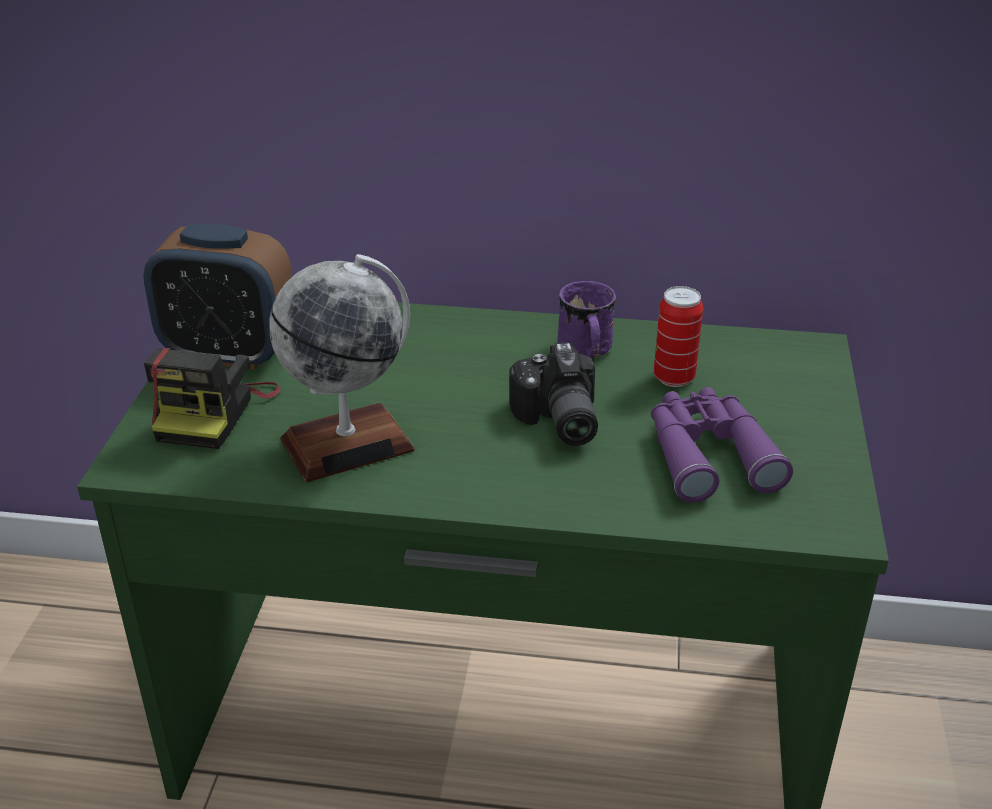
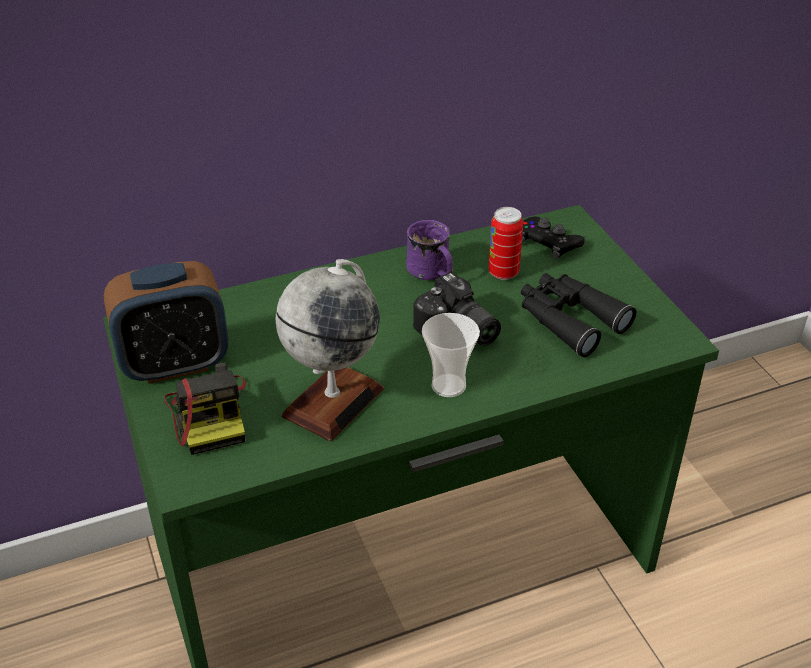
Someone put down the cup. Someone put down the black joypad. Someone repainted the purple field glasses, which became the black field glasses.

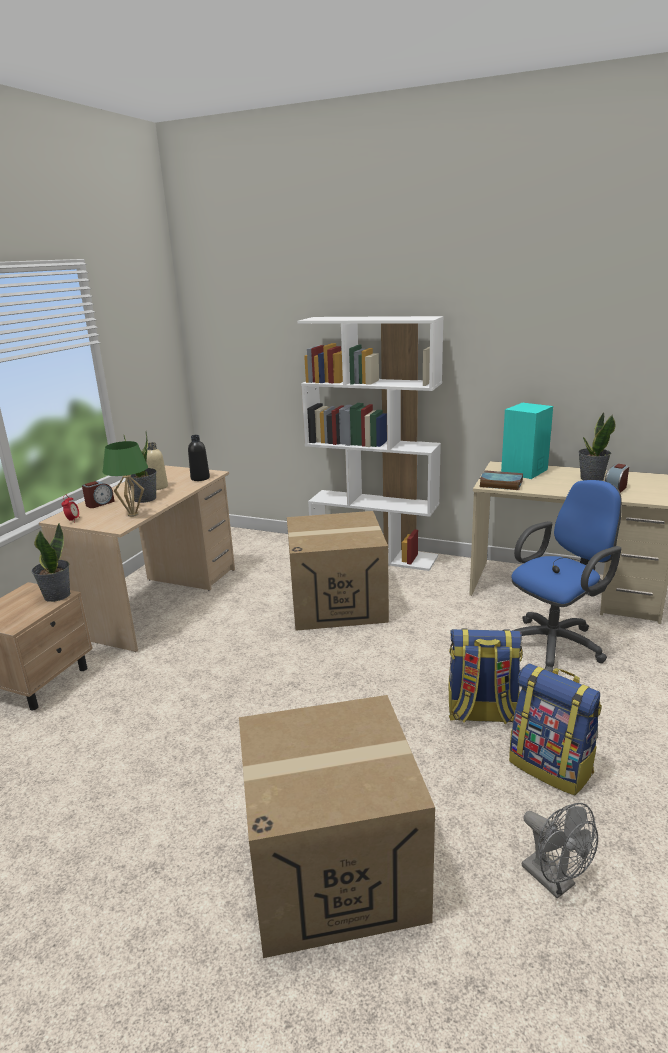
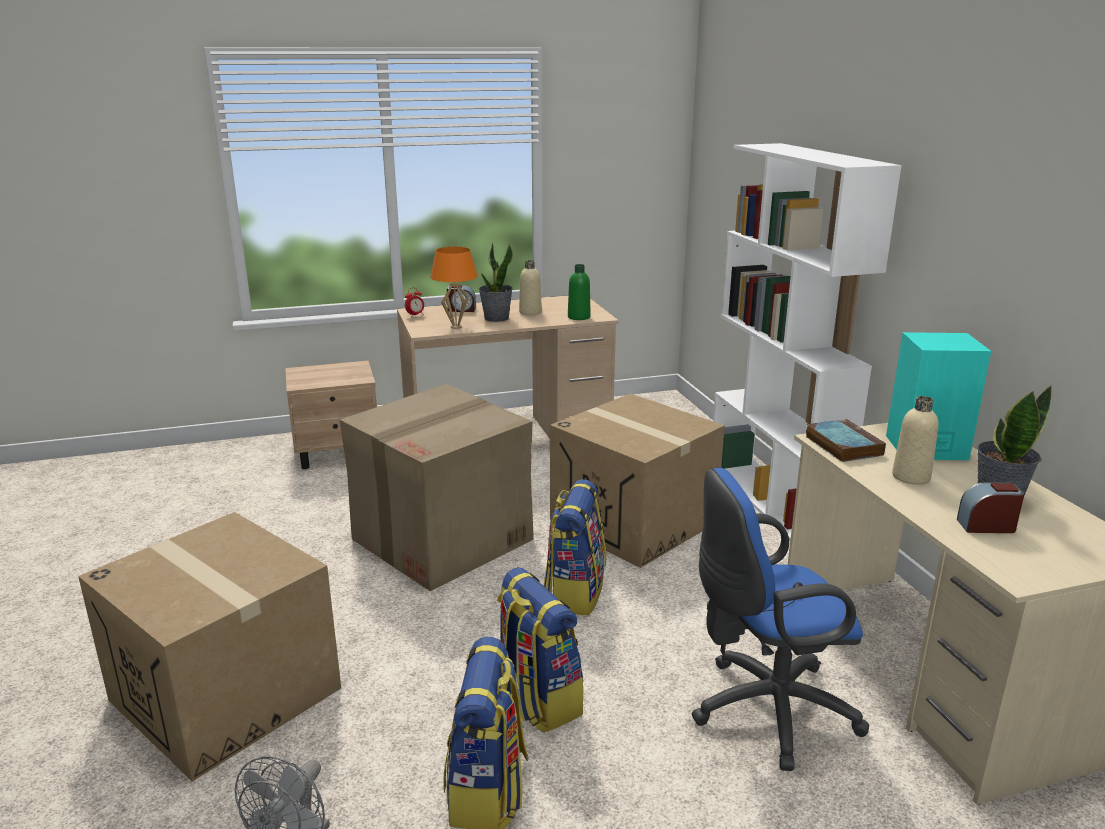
Someone took away the houseplant (1st from left). Someone put down the packing box (2nd from left). Someone put down the backpack (3rd from left). Someone put down the beige-coloured bottle (2nd from left). Someone repainted the green table lamp, which became the orange table lamp. Someone repainted the black bottle, which became the green bottle. Someone rotated the bluish computer chair by 150 degrees clockwise.

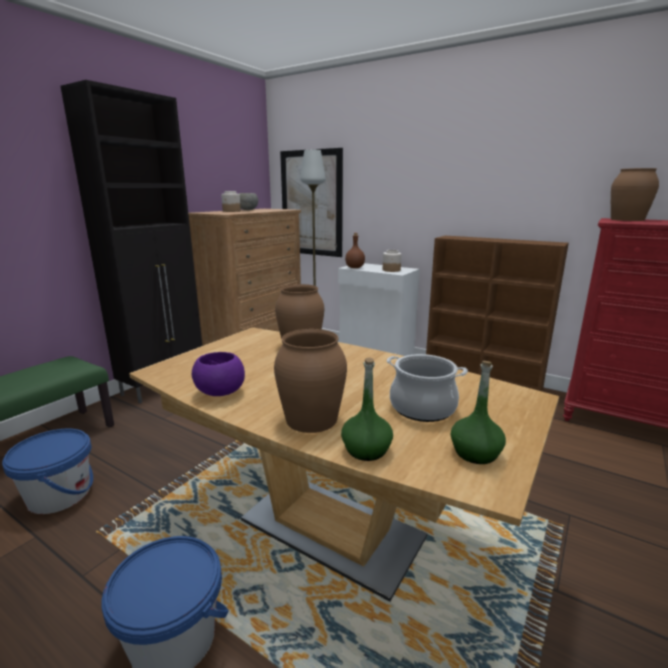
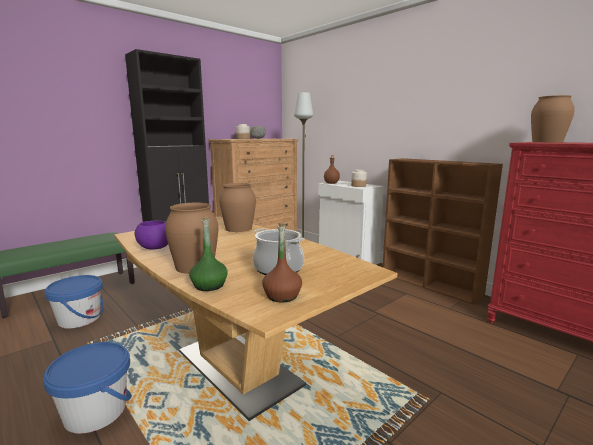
Someone took away the wall art. Someone repainted the green bottle (2nd from left), which became the brown bottle (1st from left).

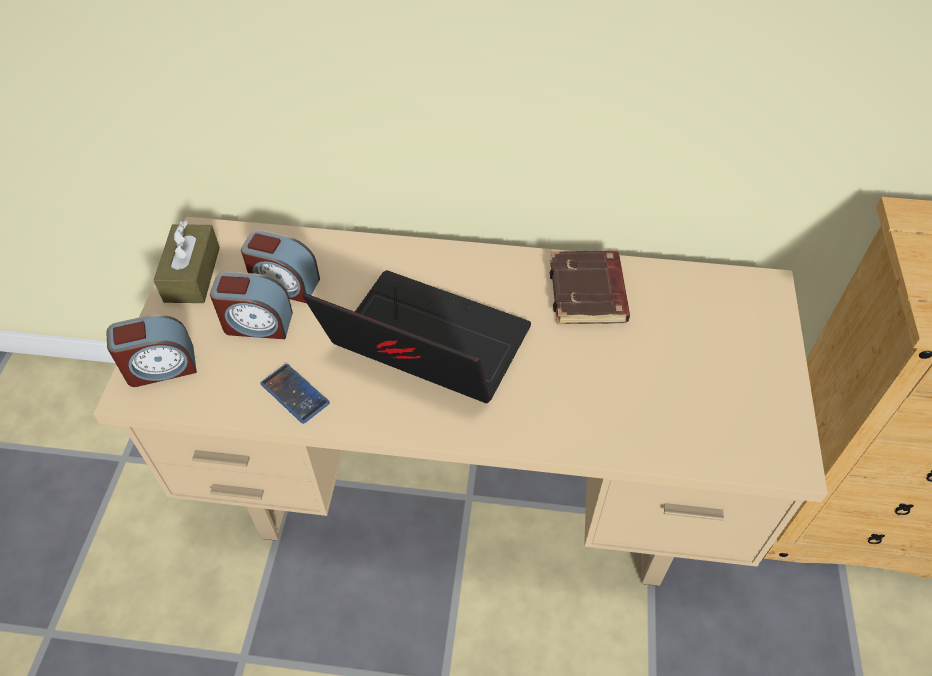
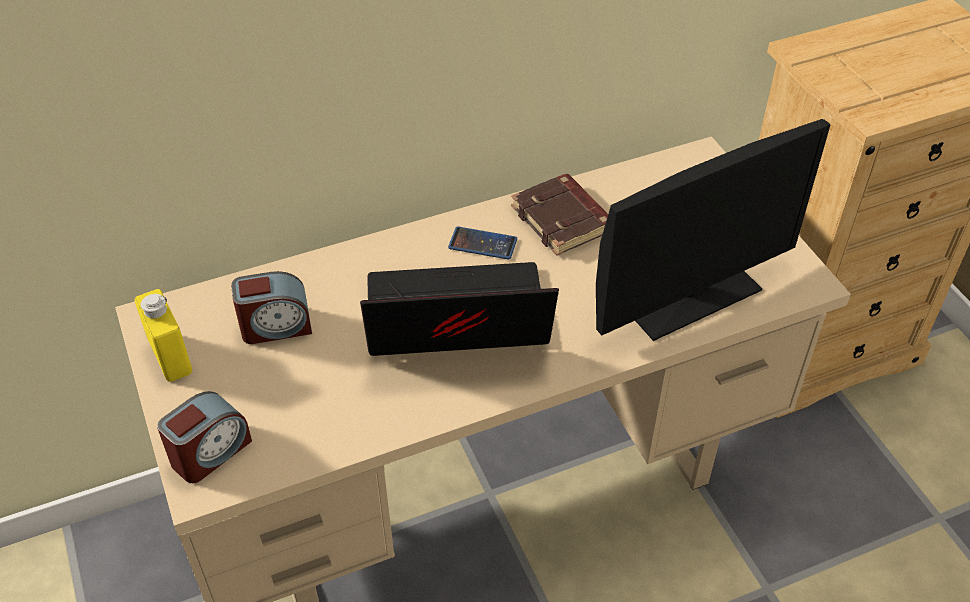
Someone took away the table clock (2nd from left). Someone put down the computer screen. Someone carried the phone. Someone swapped the brown tissue holder for the yellow-coloured bottle.

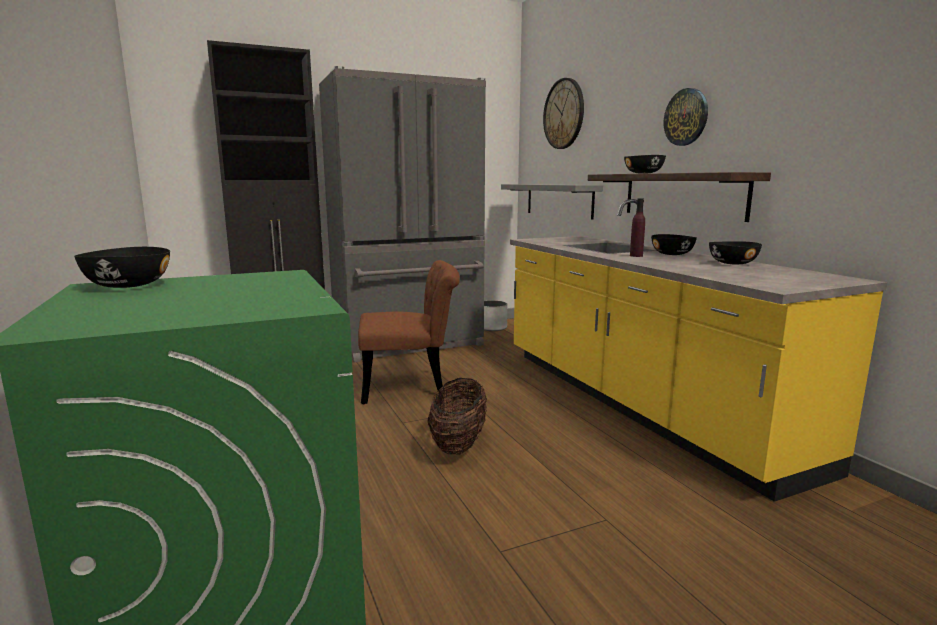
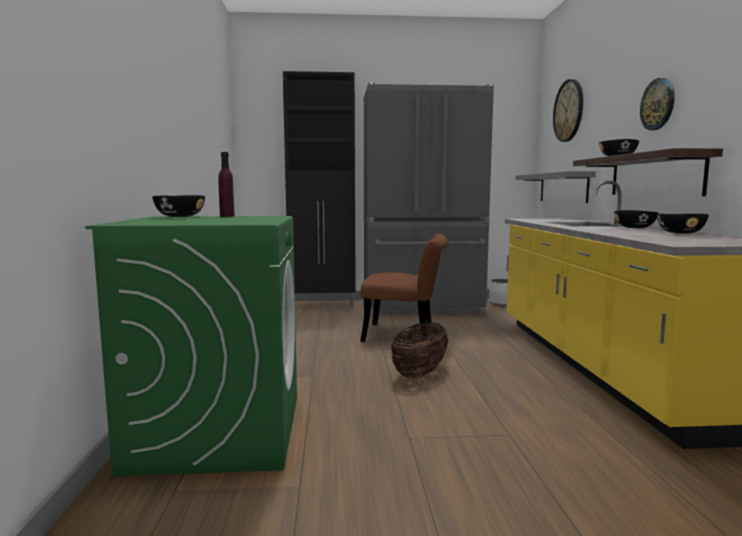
Someone carried the purple bottle.

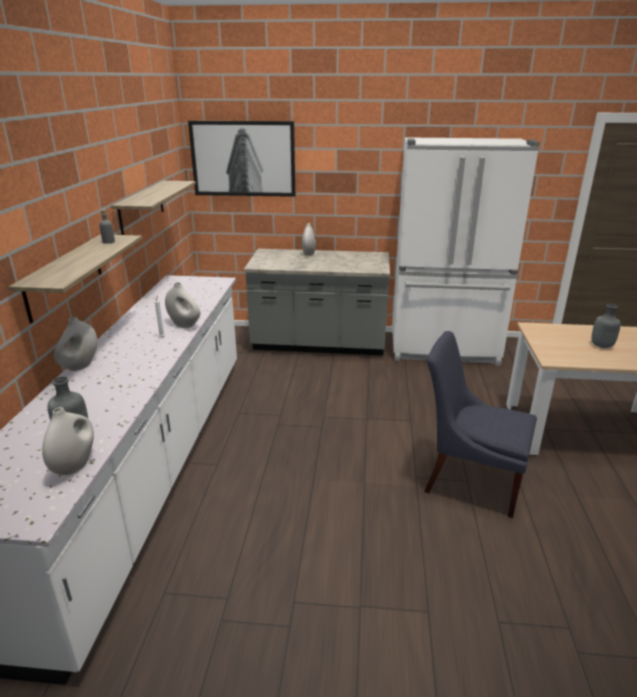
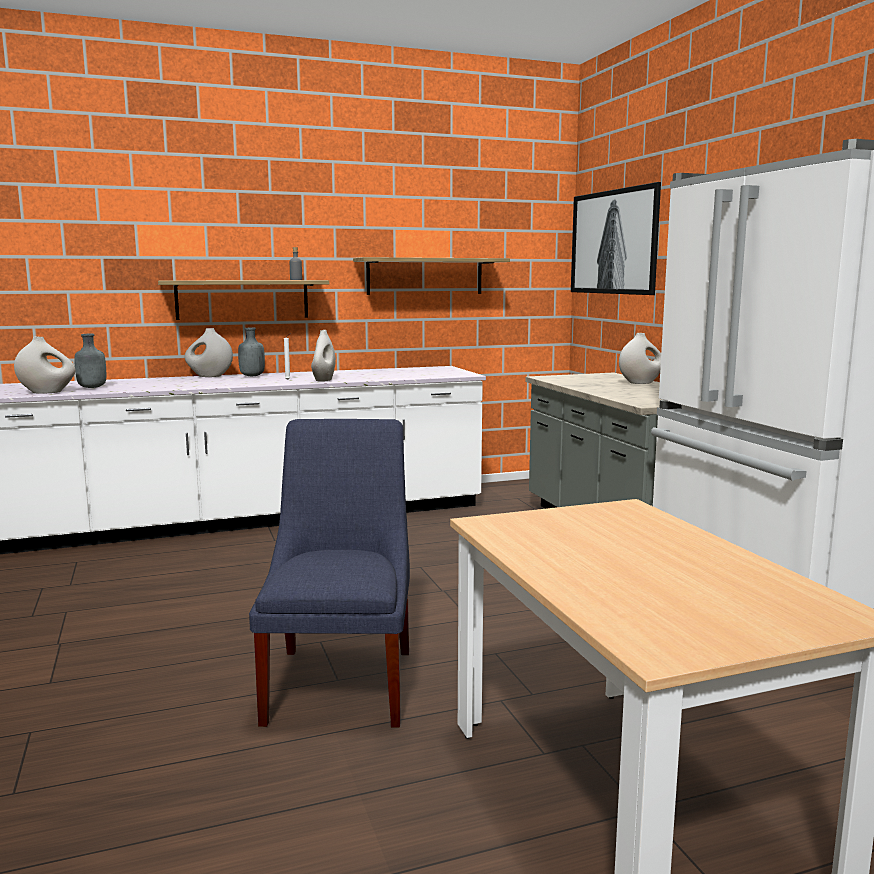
Someone carried the grey bottle (3rd from left in the first image).

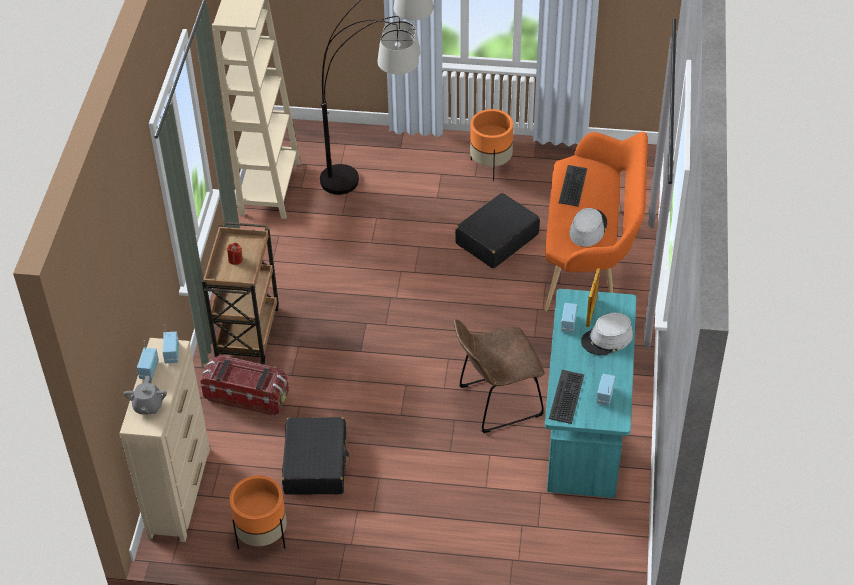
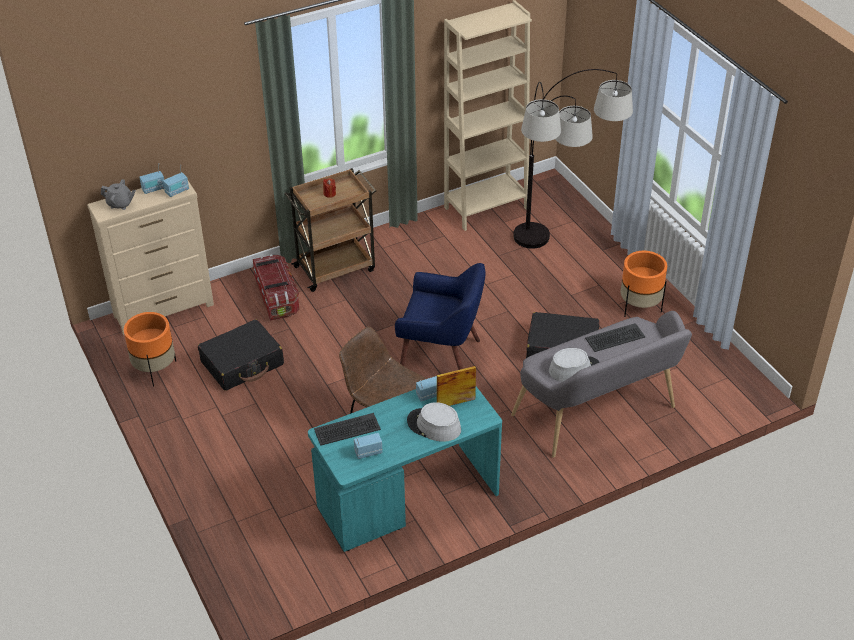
Someone put down the bluish lounge chair. Someone repainted the orange bench, which became the grey bench. Someone rotated the grey pot for tea by 135 degrees counterclockwise.

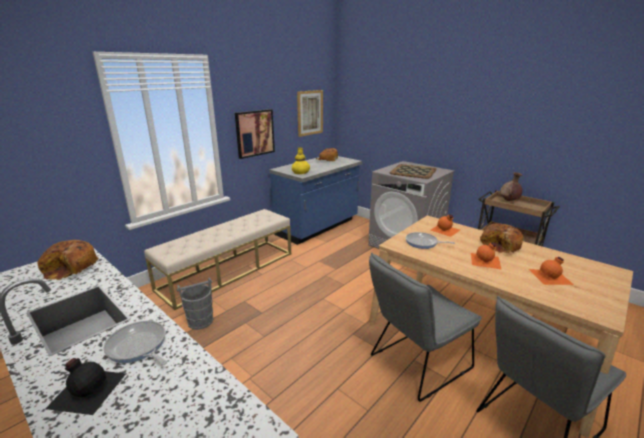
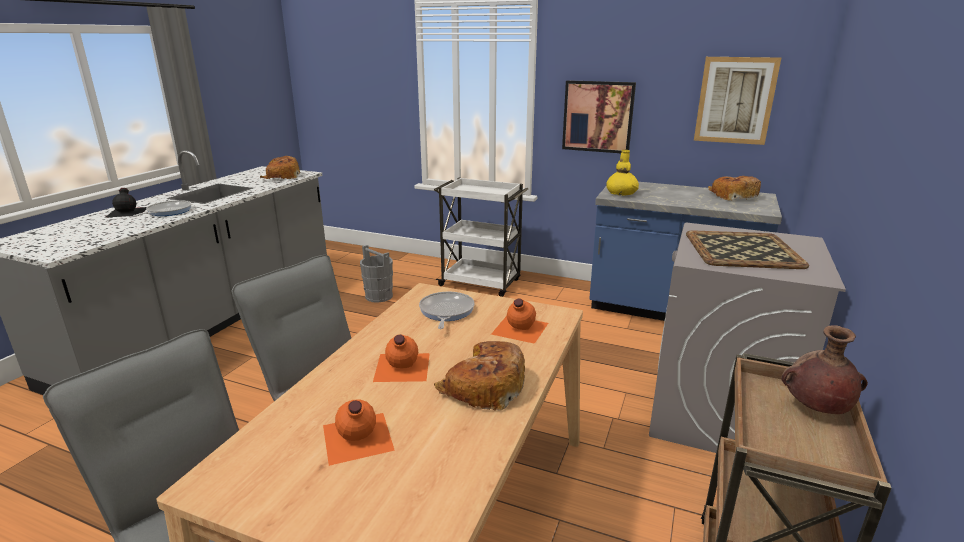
Someone swapped the beige-coloured bench for the white cart.

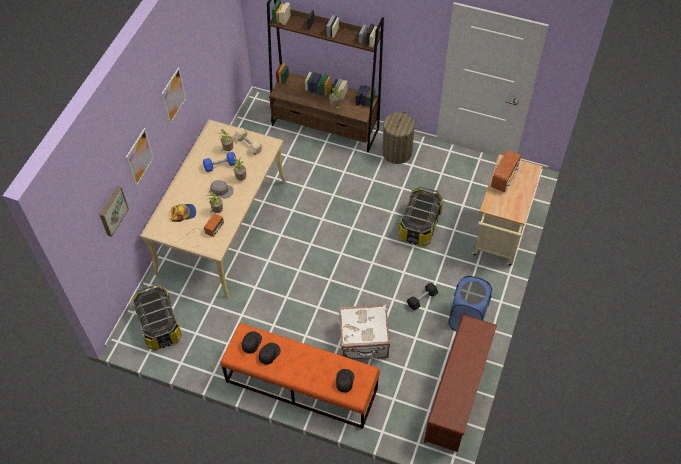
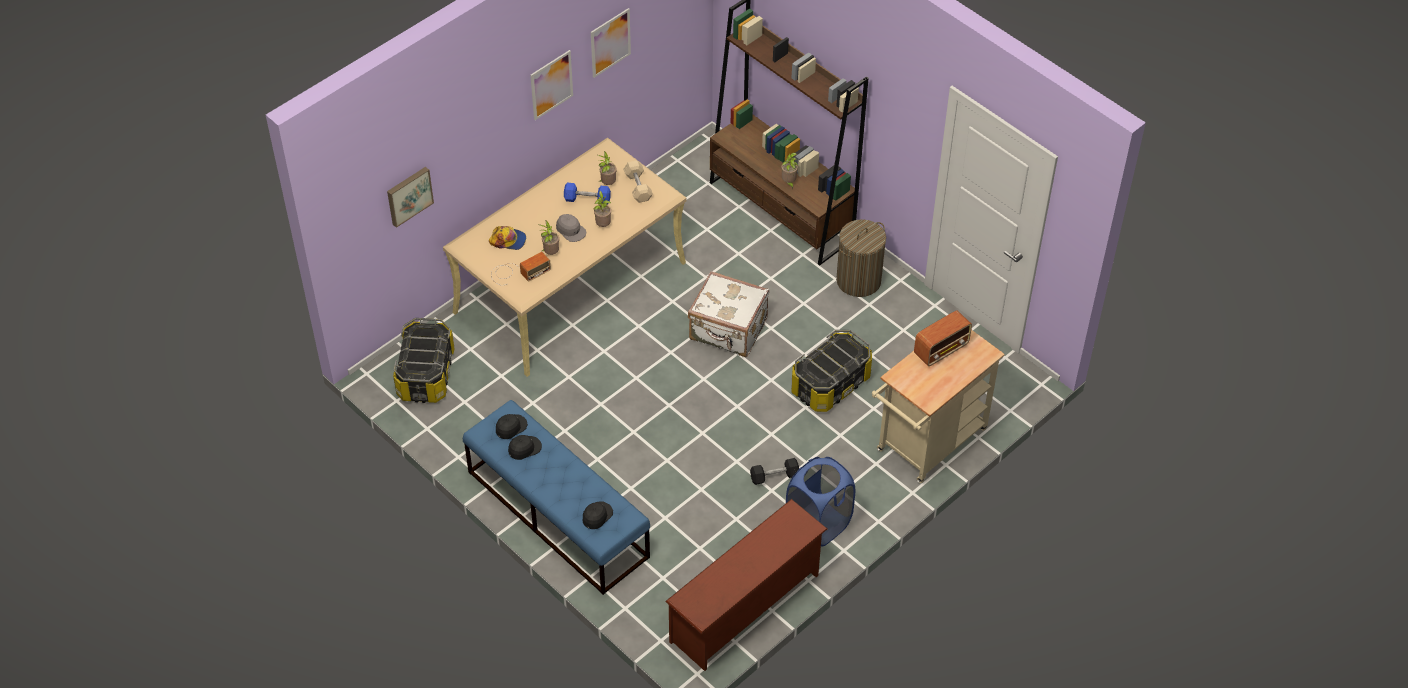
Someone carried the wall art (2nd from left in the first image). Someone carried the white suitcase. Someone repainted the orange bench, which became the bluish bench.

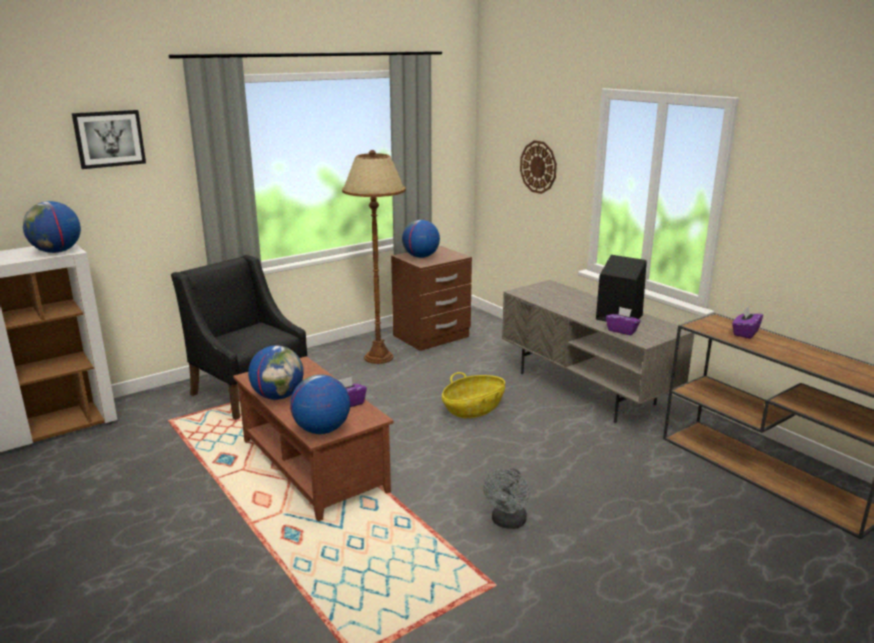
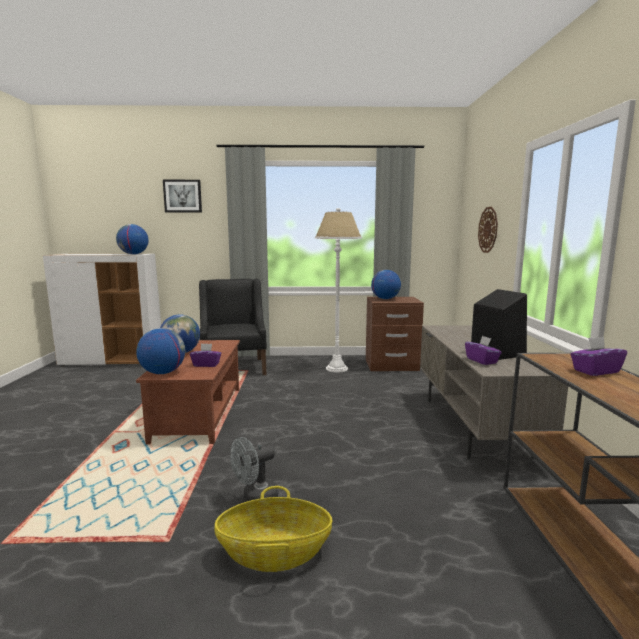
Someone carried the basket. Someone repainted the brown floor lamp, which became the white floor lamp.

